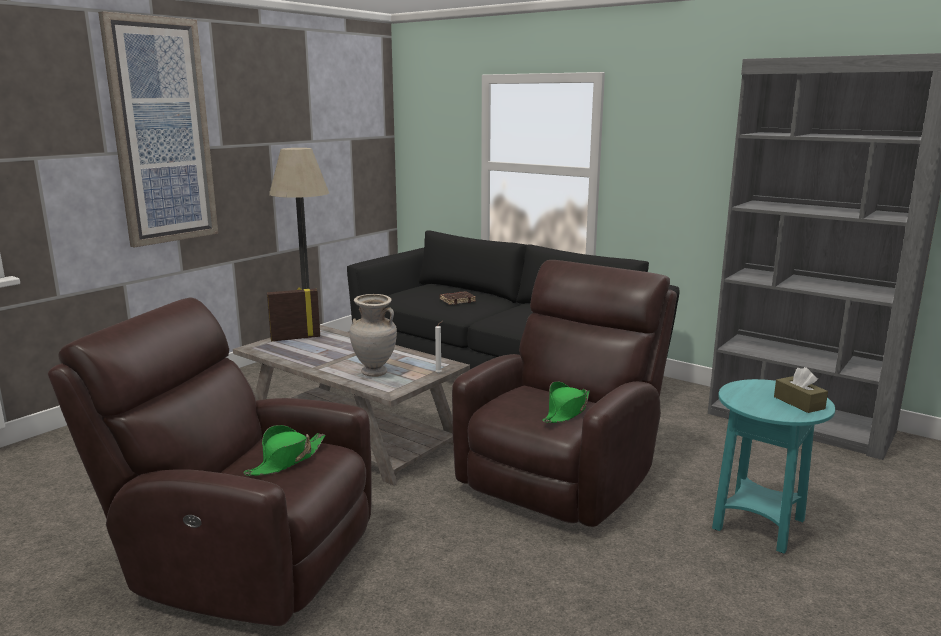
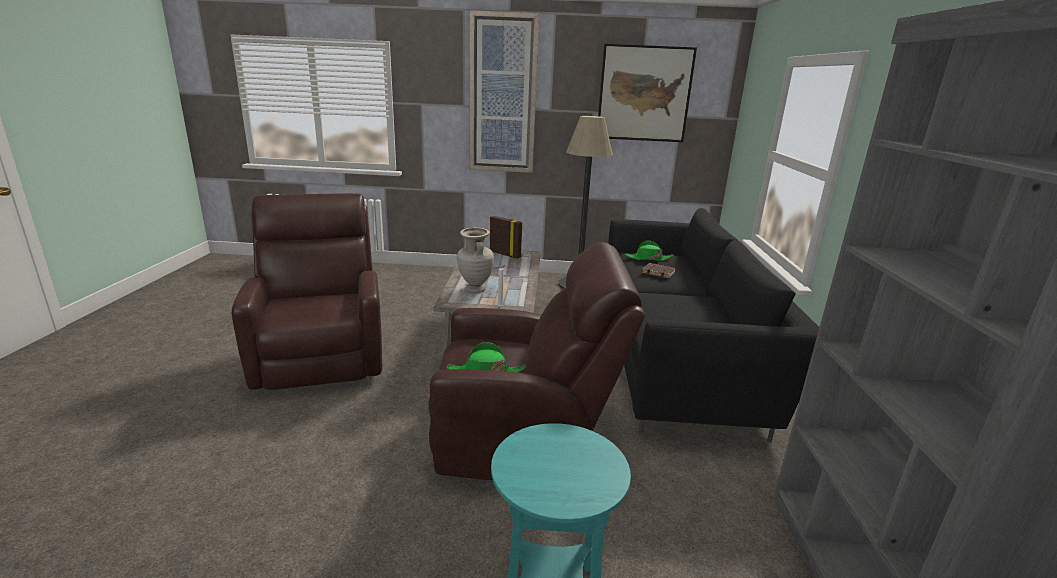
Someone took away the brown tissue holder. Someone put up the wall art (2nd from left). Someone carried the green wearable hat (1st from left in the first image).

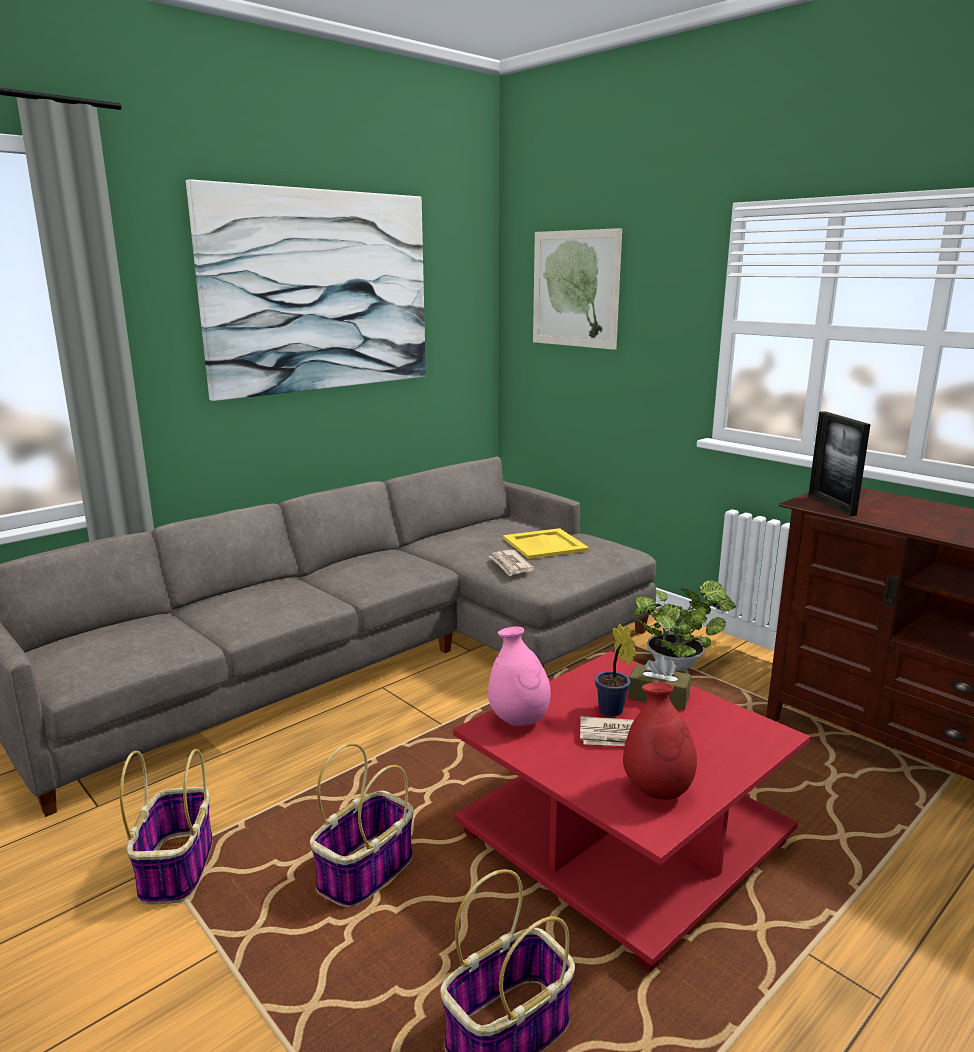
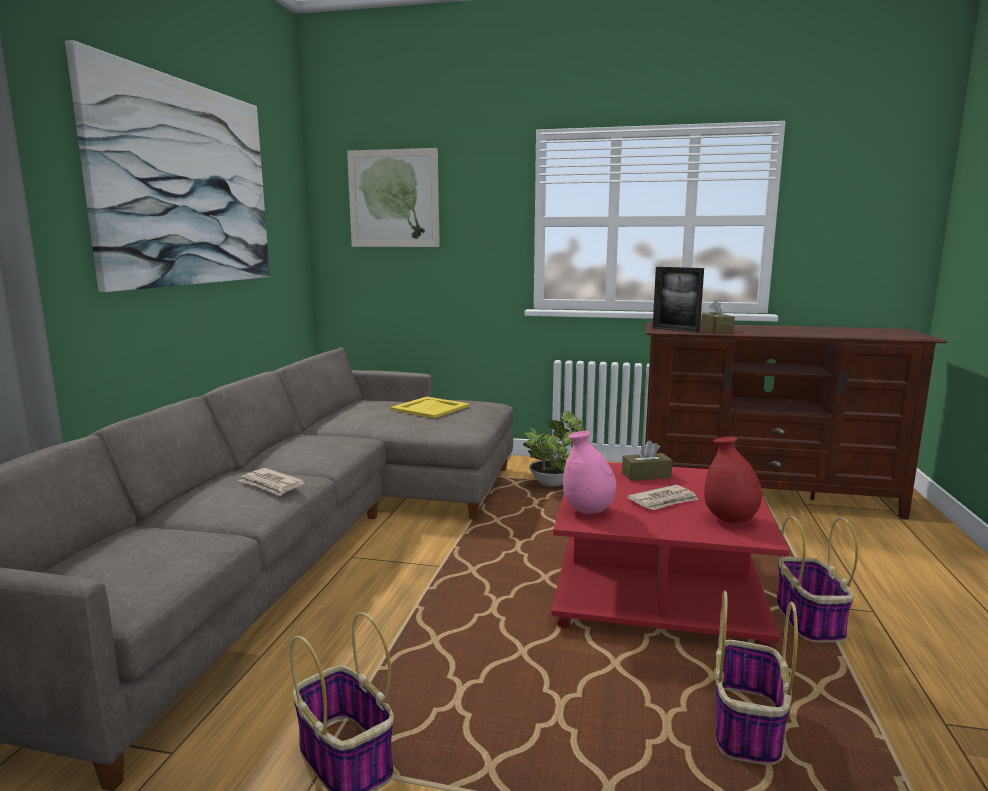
Someone took away the houseplant (1st from left). Someone put down the brown tissue holder (2nd from left). Someone carried the basket (2nd from left in the first image). Someone carried the newspaper (1st from left).

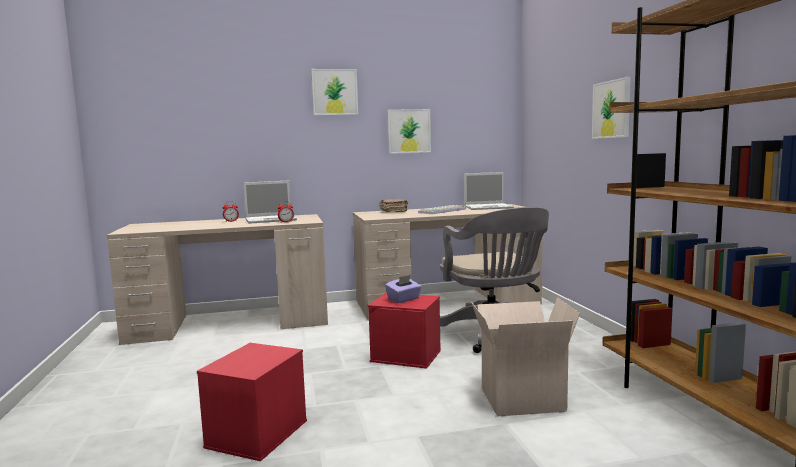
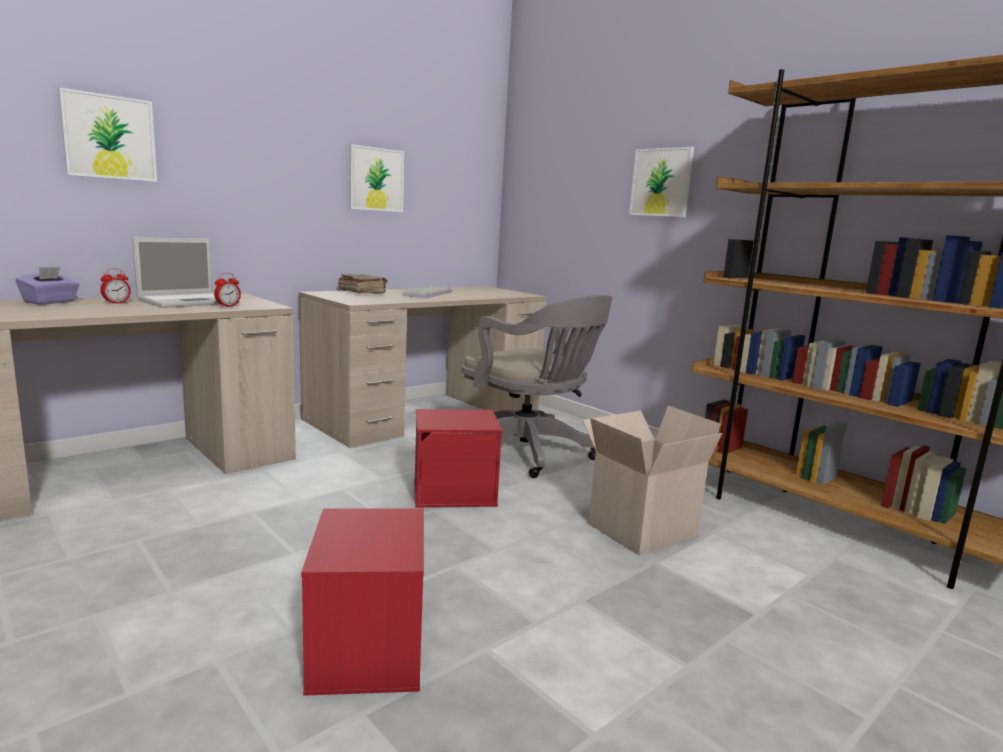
Someone took away the portable computer (2nd from left). Someone carried the wall art (1st from left). Someone carried the purple tissue holder.

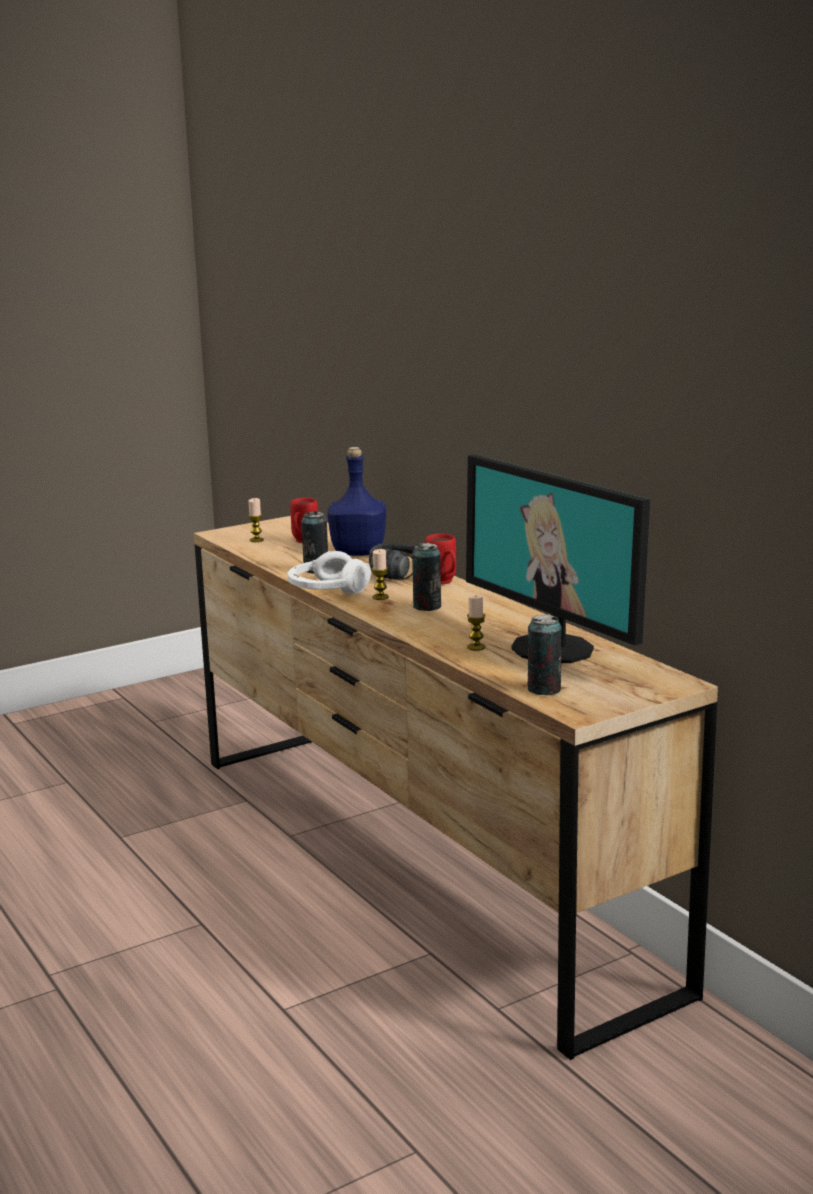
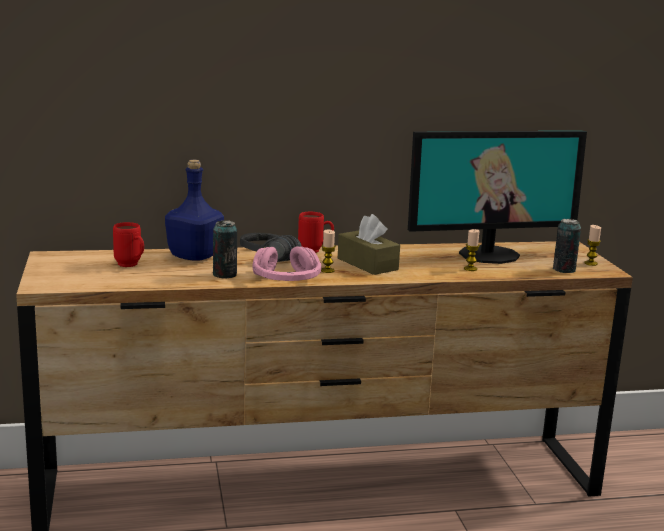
Someone carried the wax candle (1st from left in the first image). Someone swapped the sealed can (2nd from left) for the brown tissue holder. Someone repainted the white headset, which became the pink headset.

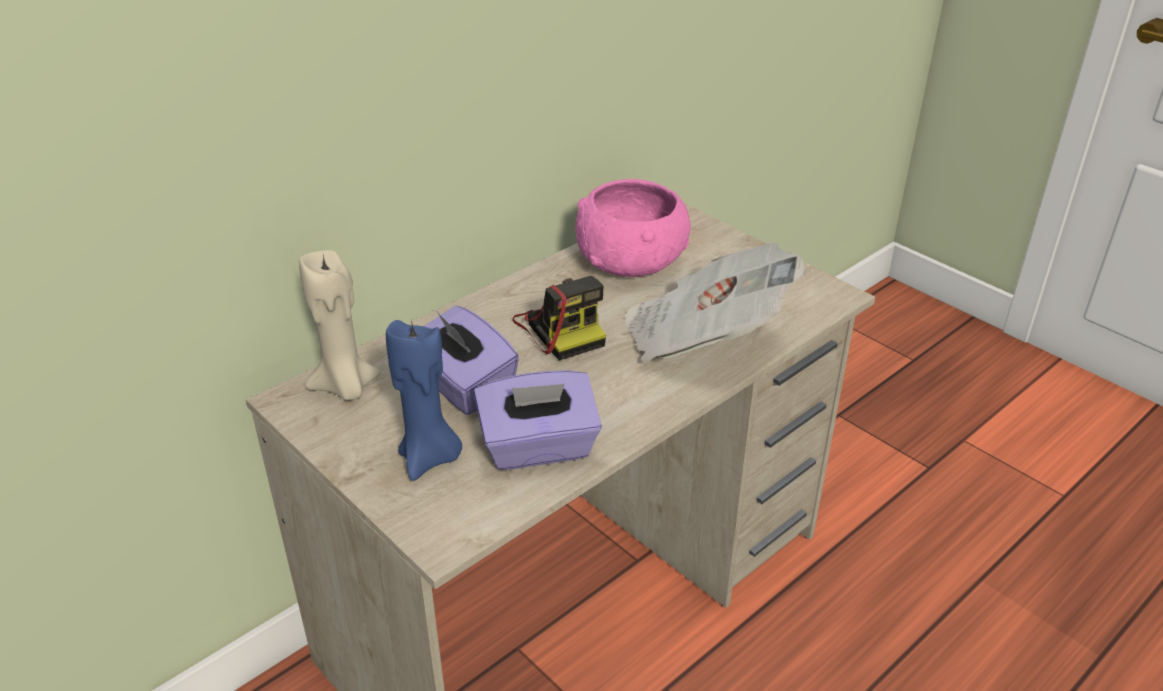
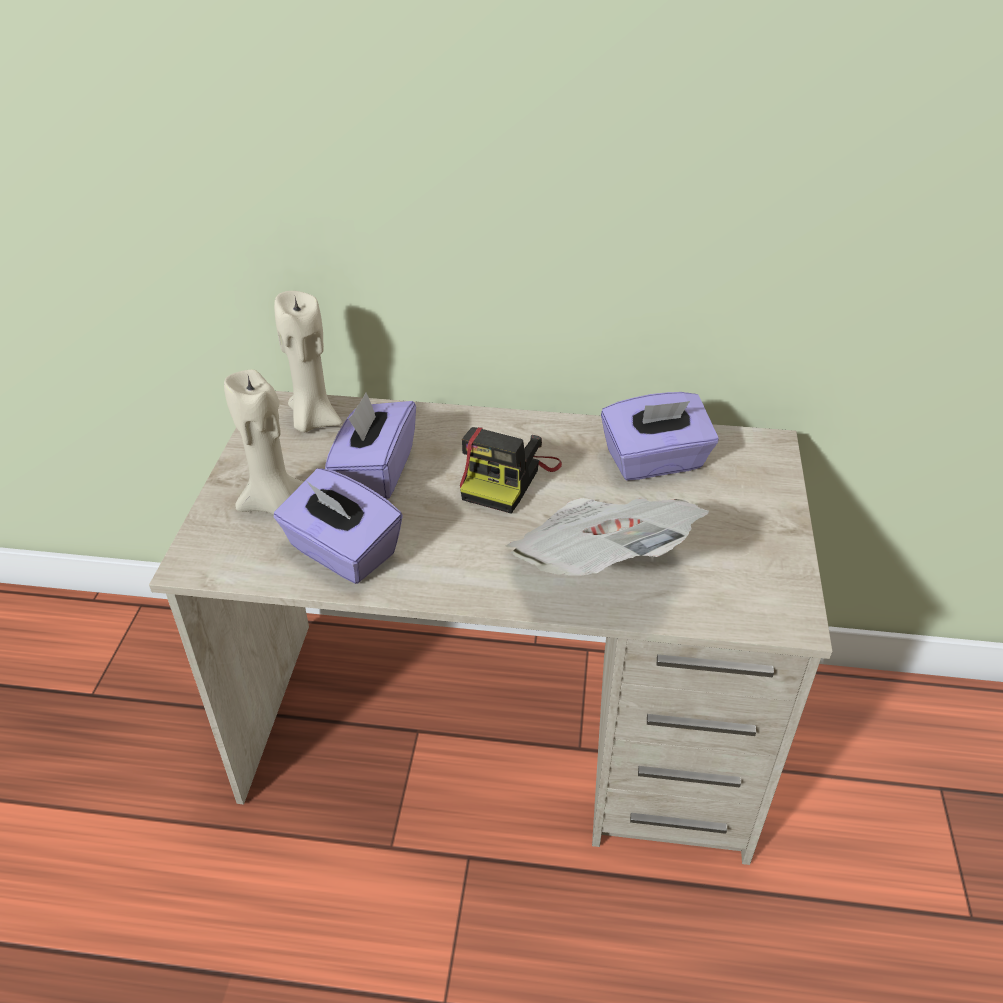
Someone swapped the pink serving bowl for the purple tissue holder (3rd from left). Someone repainted the bluish wax candle, which became the beige-coloured wax candle (1st from left).

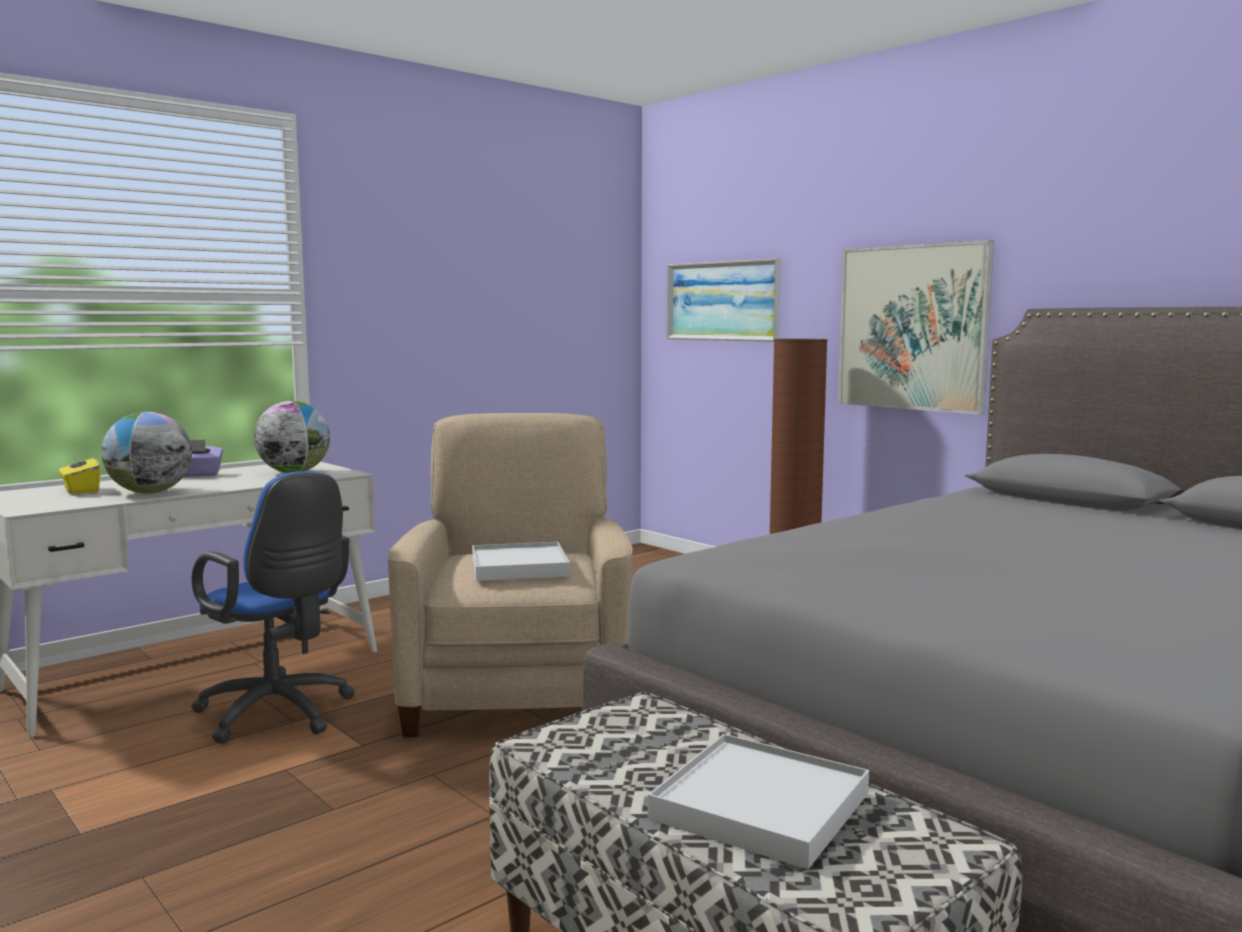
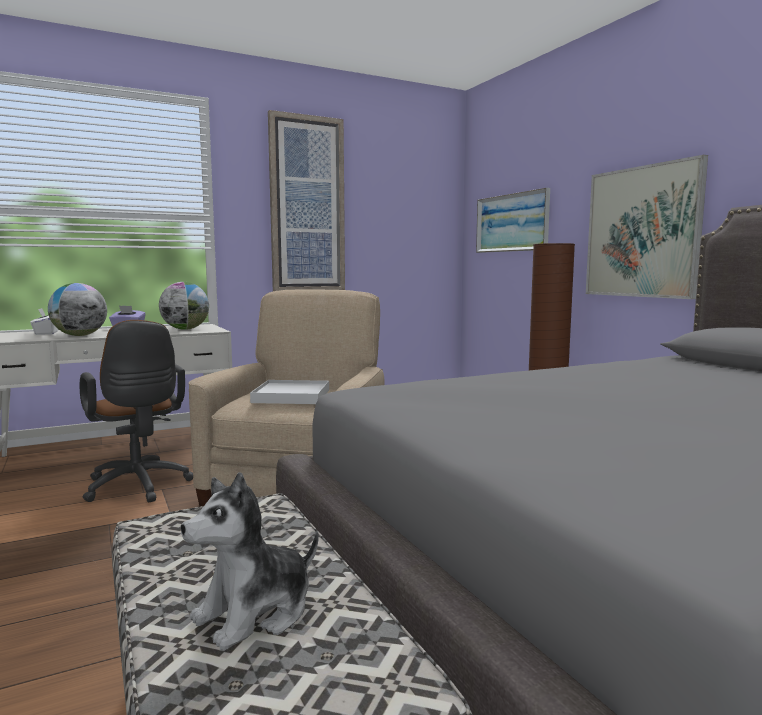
Someone put up the wall art (1st from left). Someone swapped the white serving tray (2nd from left) for the soft toy. Someone repainted the yellow-coloured tissue holder, which became the white tissue holder. Someone repainted the bluish computer chair, which became the brown computer chair.

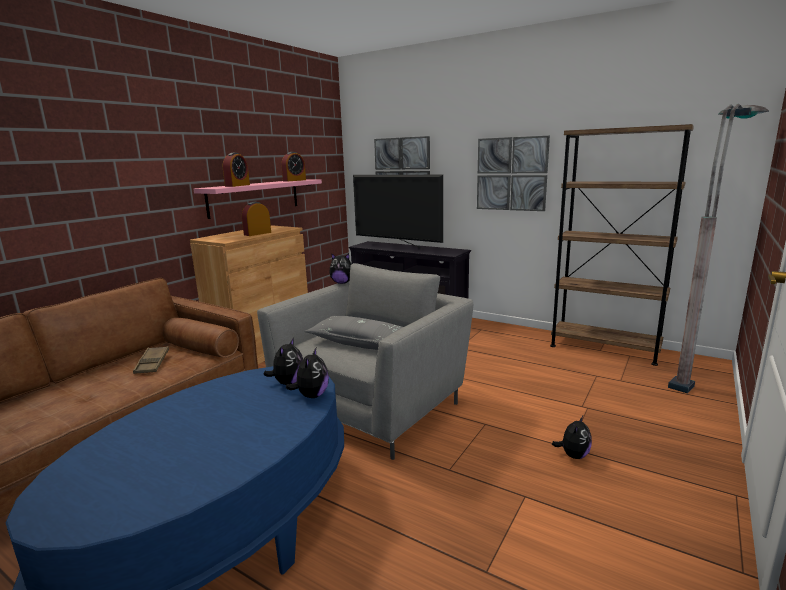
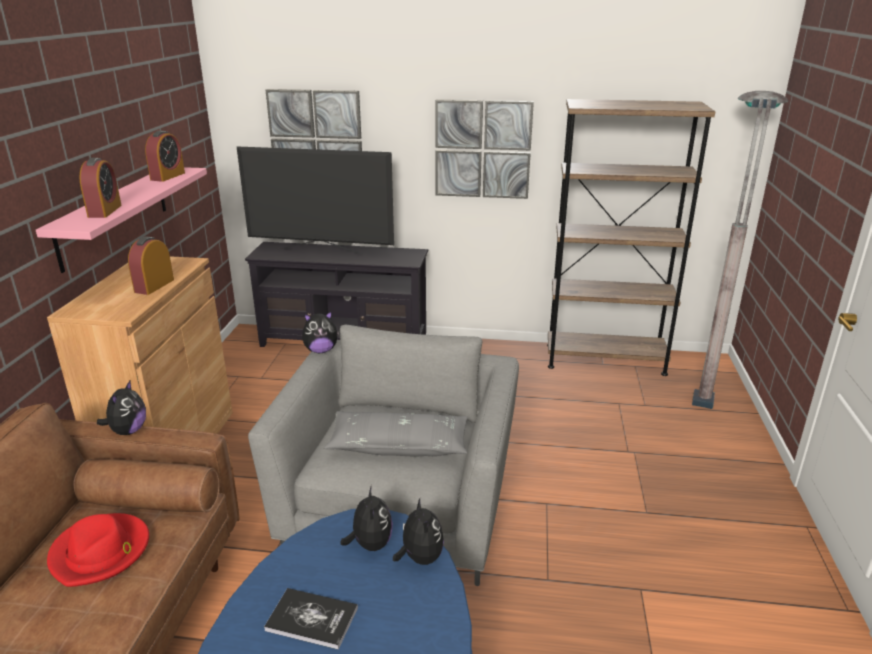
Someone put down the book. Someone carried the soft toy (4th from left in the first image). Someone swapped the brown serving tray for the red-coloured wearable hat.

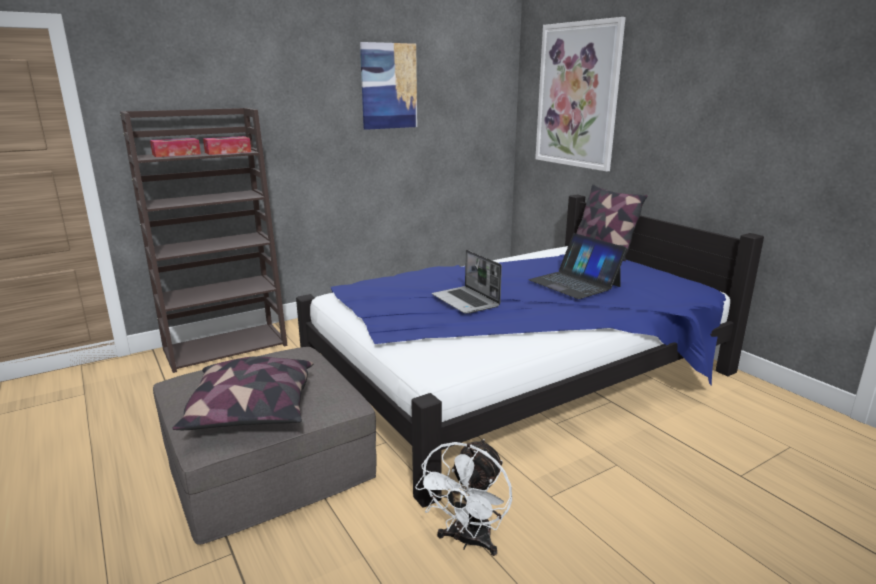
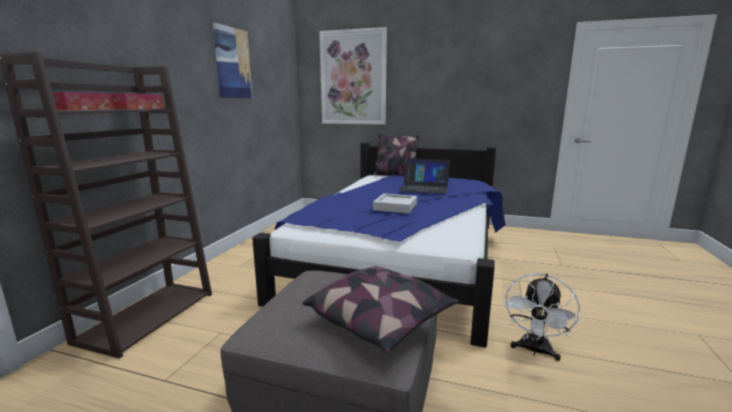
Someone swapped the portable computer (1st from left) for the grey serving tray. Someone rotated the white electric fan by 45 degrees clockwise.

